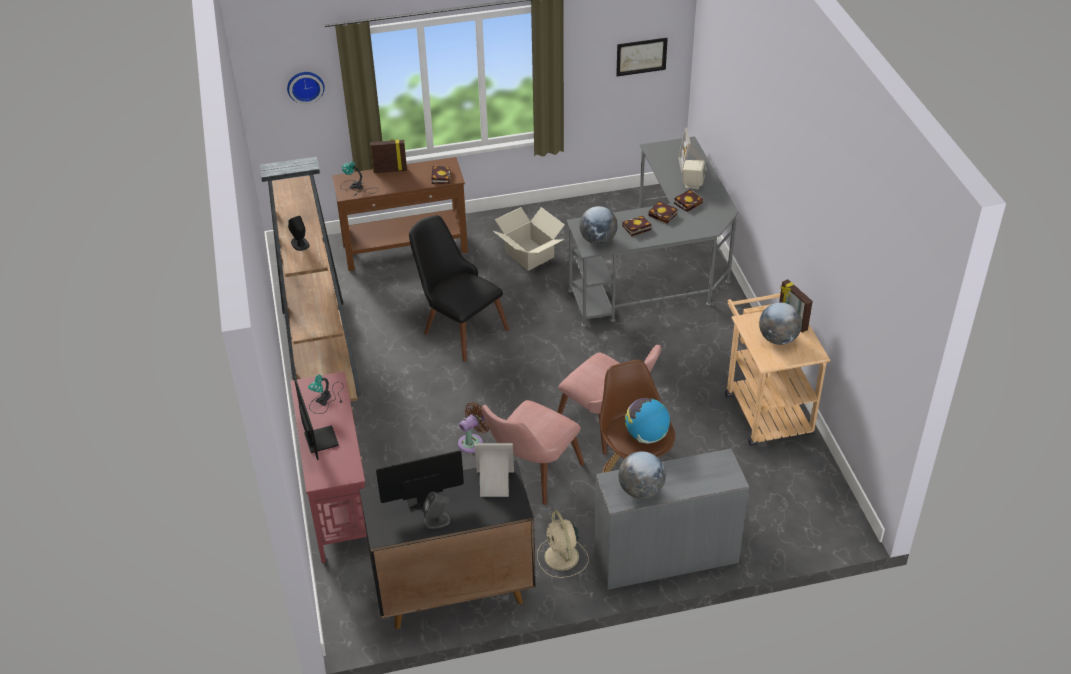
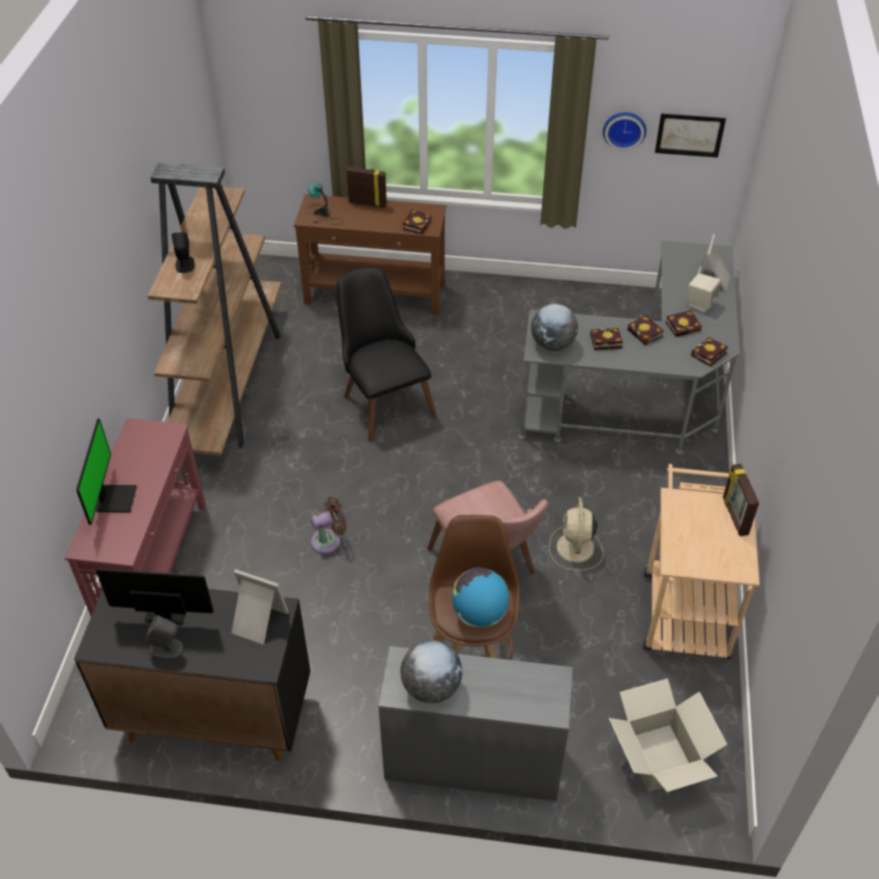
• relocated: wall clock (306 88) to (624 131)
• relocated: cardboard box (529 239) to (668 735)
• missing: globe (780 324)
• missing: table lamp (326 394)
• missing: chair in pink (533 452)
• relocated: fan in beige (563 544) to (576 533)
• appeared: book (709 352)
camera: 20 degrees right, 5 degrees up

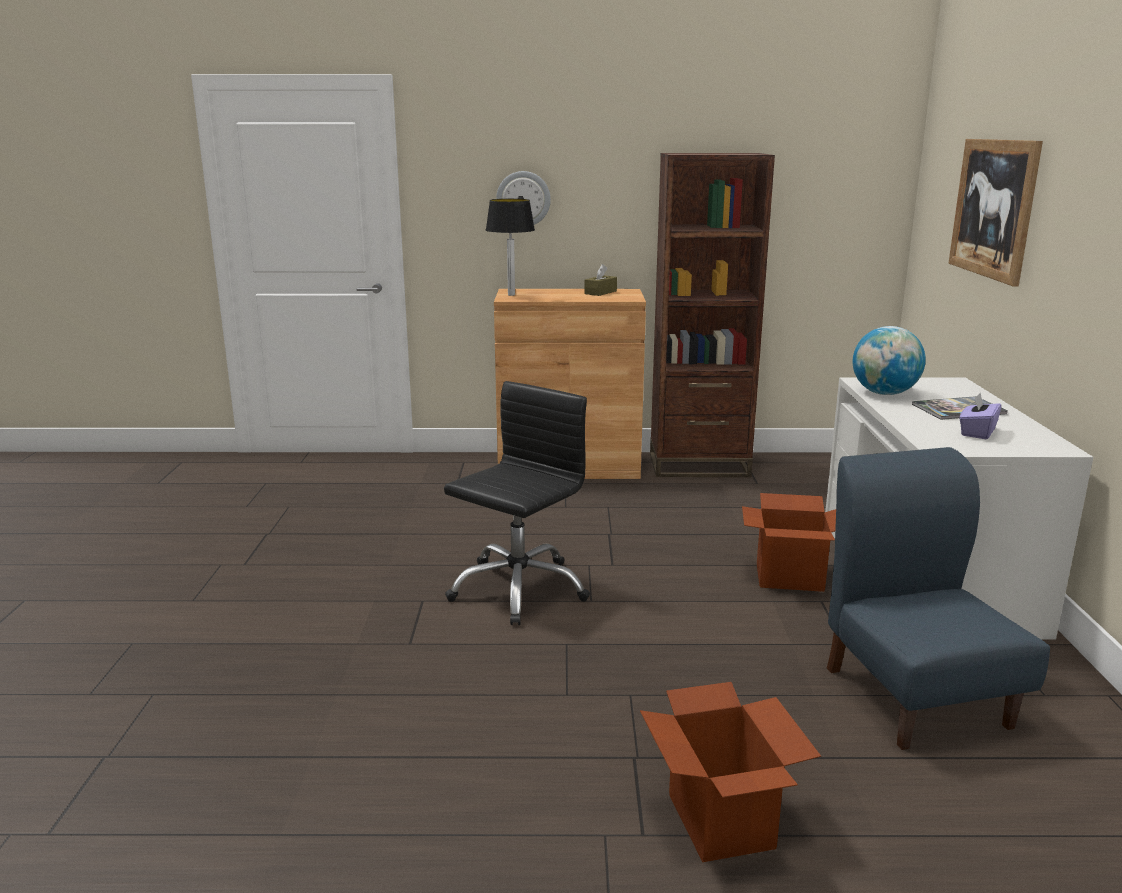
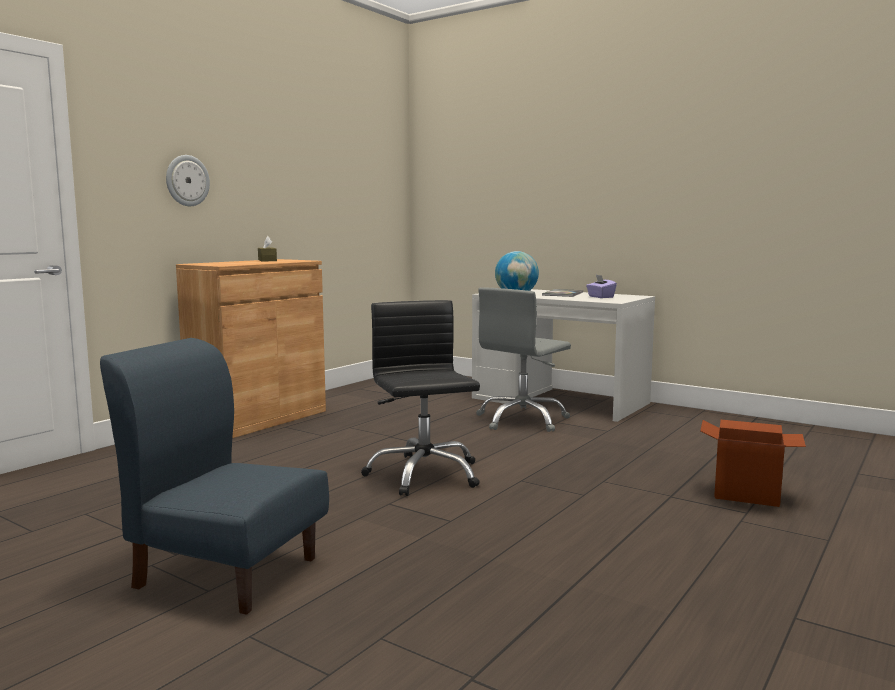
• missing: picture (995 213)
• missing: bookcase in brown (712 315)
• missing: table lamp (510 247)
• relocated: chair in blue (938 598) to (214 476)
• exchanged: cardboard box (789 542) to office chair in grey (523 359)
camera: 55 degrees left, 10 degrees down

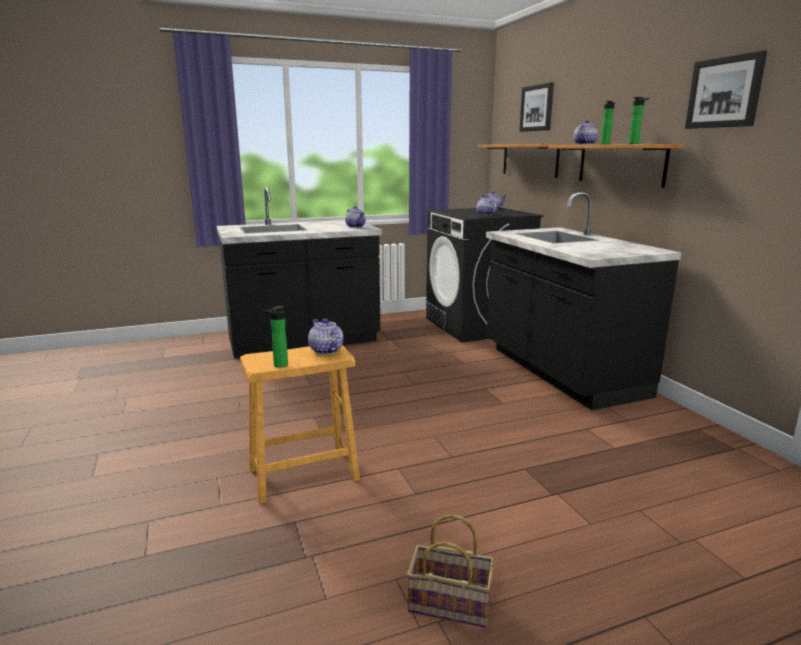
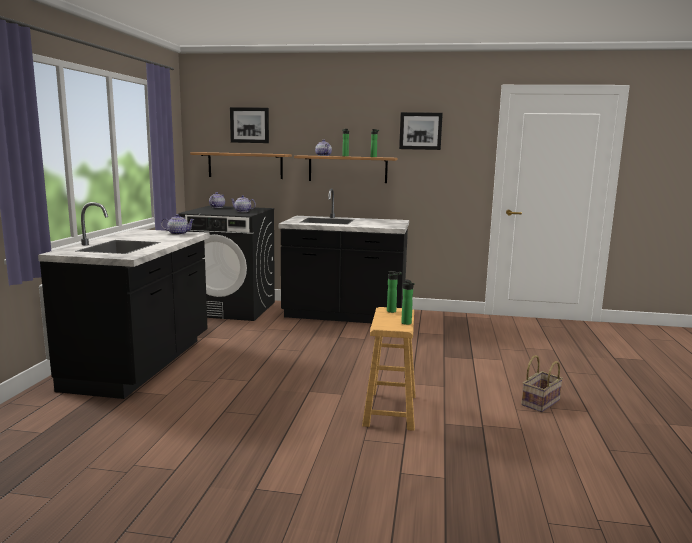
• exchanged: teapot (325 336) to bottle (394 292)
camera: 60 degrees left, 5 degrees down

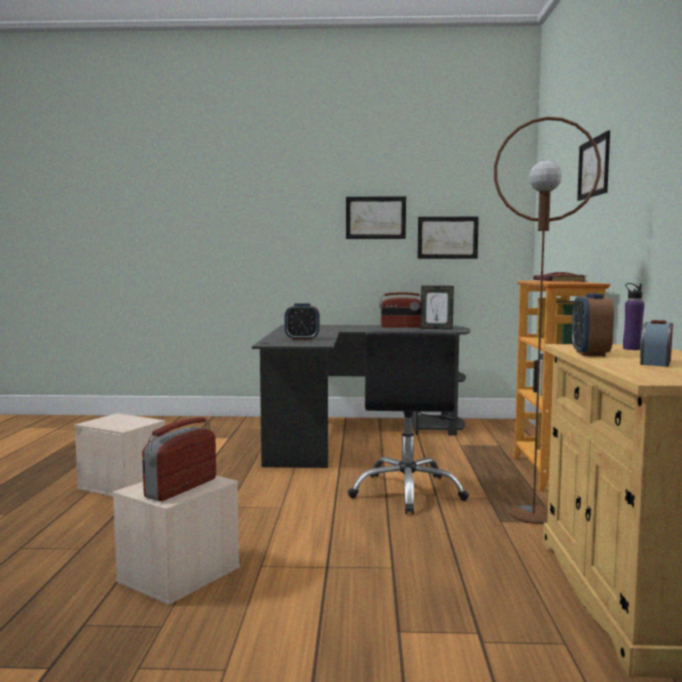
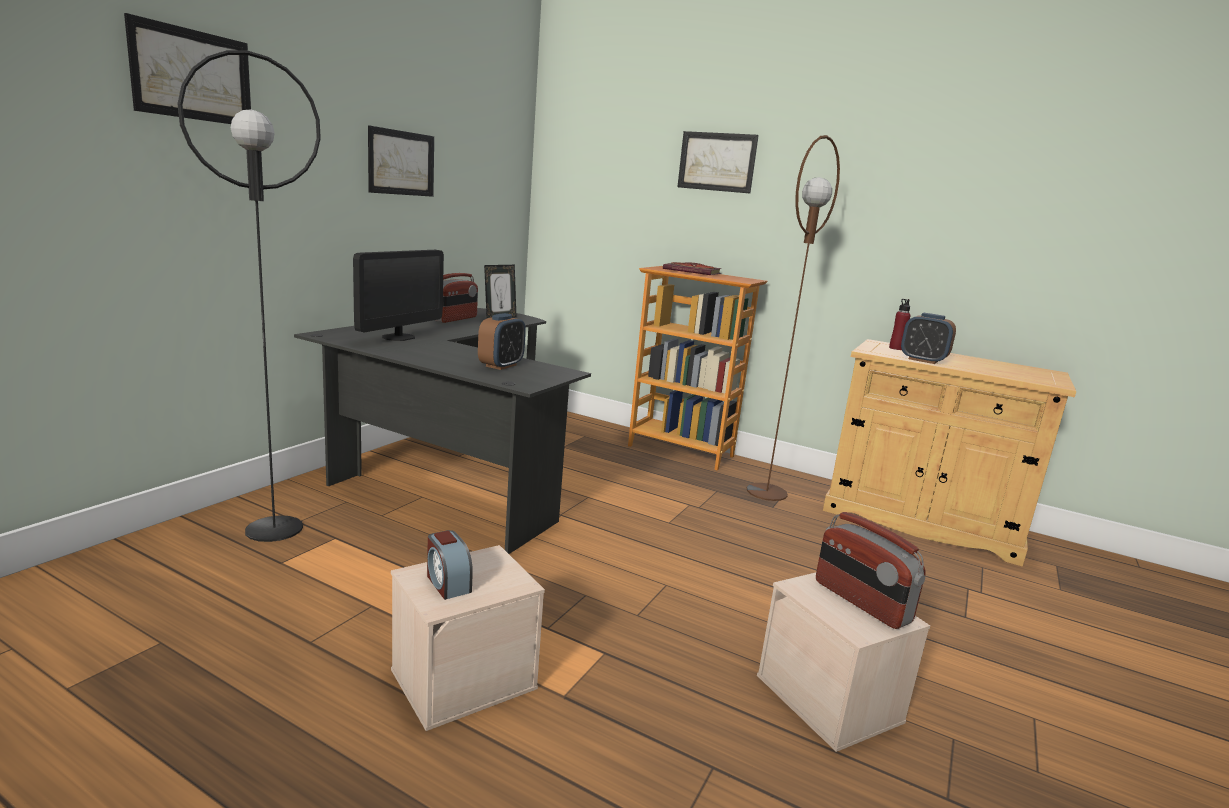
• relocated: picture (448 238) to (187 68)
• colour: bottle in purple (633 316) to bottle in red (900 324)
• relocated: alarm clock (656 343) to (450 565)
• missing: office chair in black (408 422)
• appeared: floor lamp in black (249 296)
• appeared: monitor (398 295)
camera: 65 degrees left, 10 degrees up

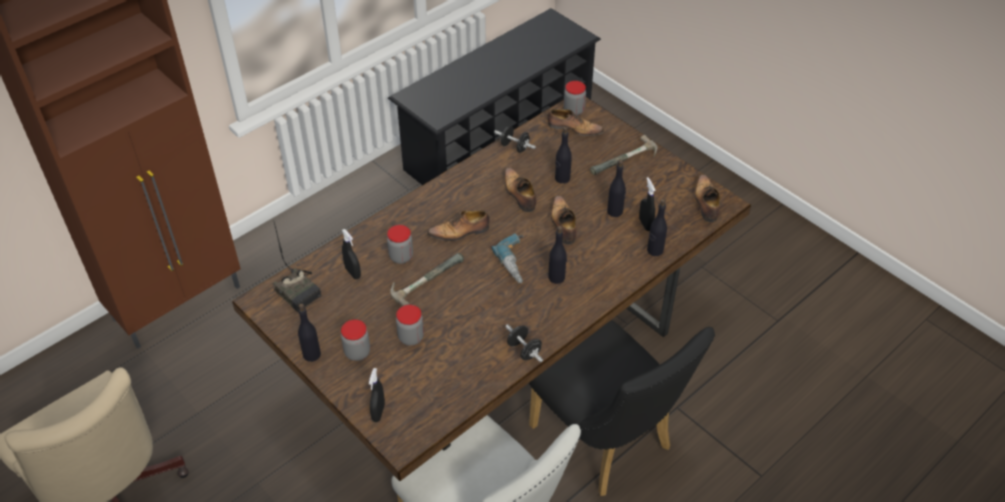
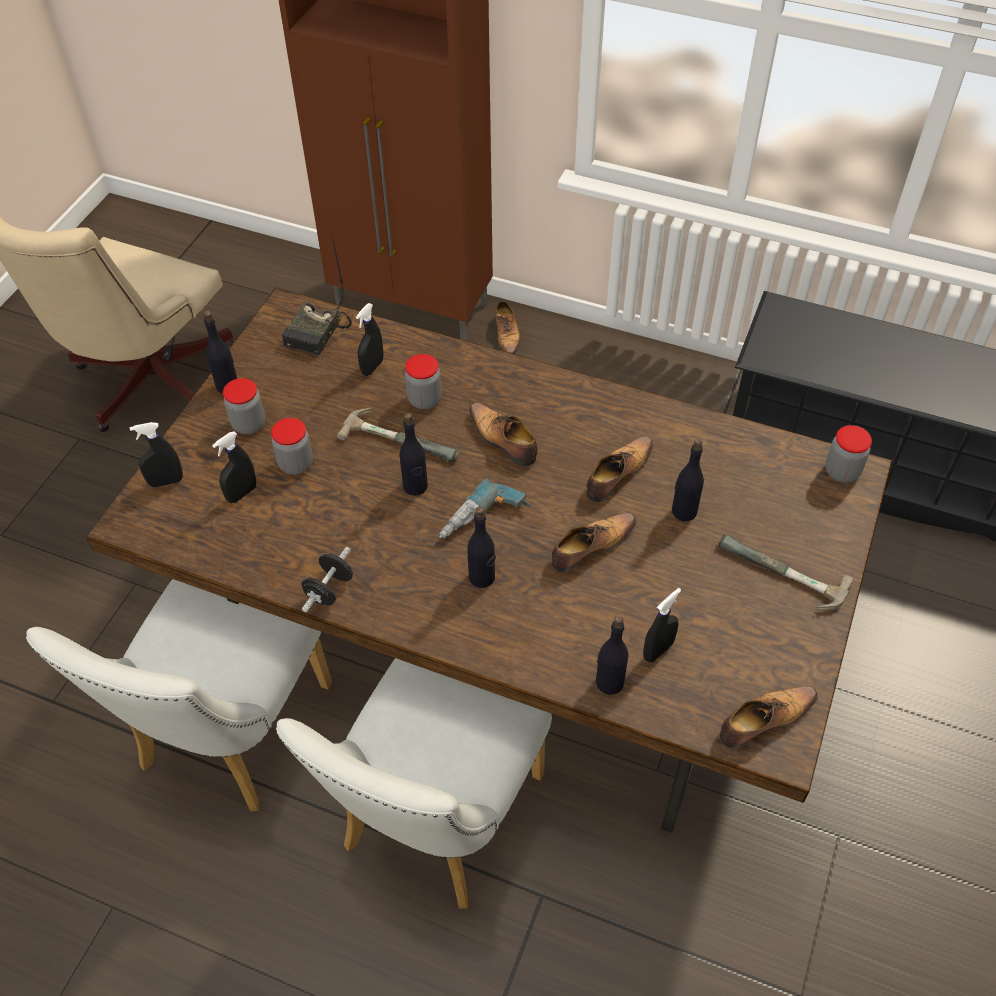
• relocated: shoe (576 122) to (508 327)
• missing: dumbbell in black (515 139)
• relocated: bottle in black (616 188) to (413 454)
• colour: chair in black (622 408) to chair in white (414 783)
• appeared: spray bottle in black (234 467)
camera: 65 degrees right, 5 degrees up

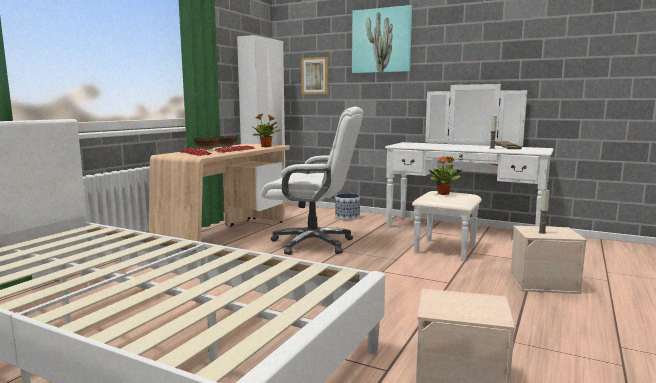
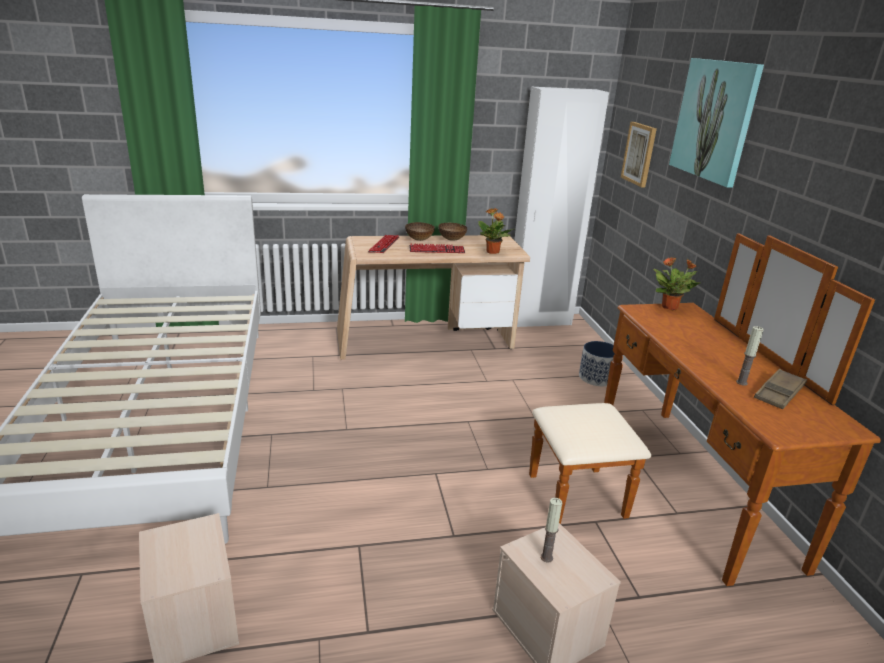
• colour: dresser in white (469 172) to dresser in brown (705 409)
• missing: office chair in white (312 181)
• relocated: potted plant (446 175) to (676 283)
camera: 50 degrees right, 15 degrees up

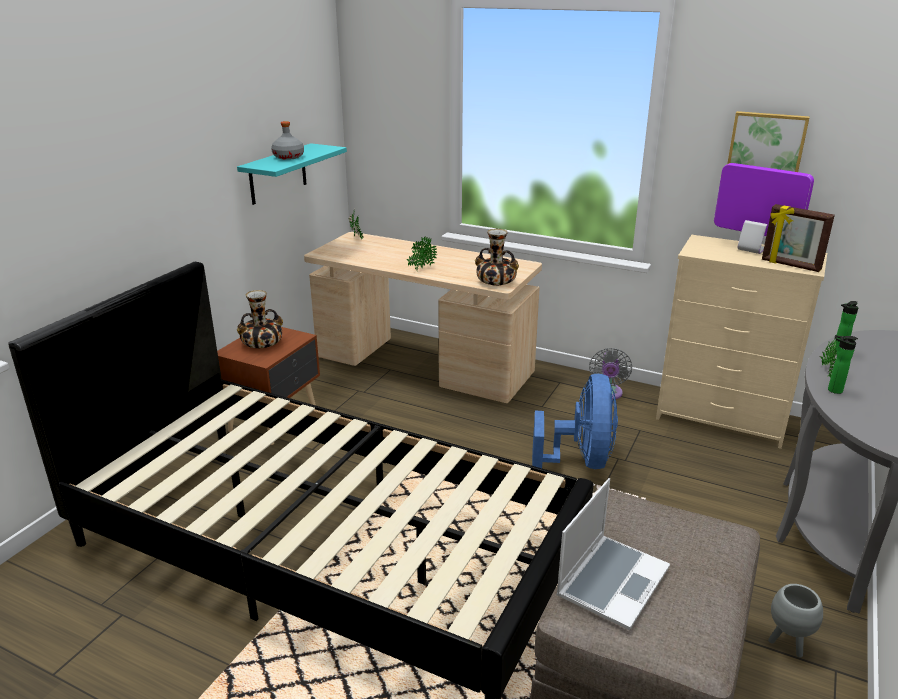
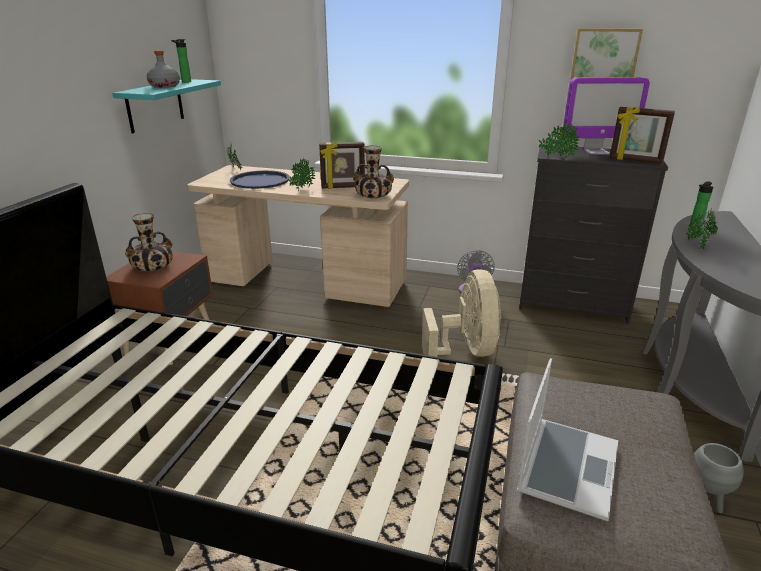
• spun: monitor (764 208) = (606 116) 150 degrees clockwise
• colour: dresser in beige (741 342) to dresser in black (593 235)
• relocated: bottle (843 364) to (181 61)
• colour: fan in blue (575 421) to fan in beige (461 313)
• appeared: potted plant (558 140)
• appeared: picture frame (342 165)
• appeared: tray in blue (260 179)
camera: 10 degrees left, 0 degrees up

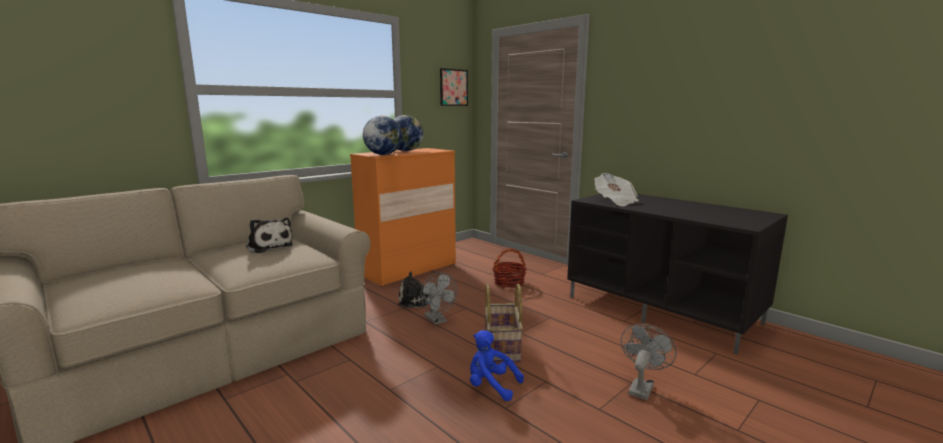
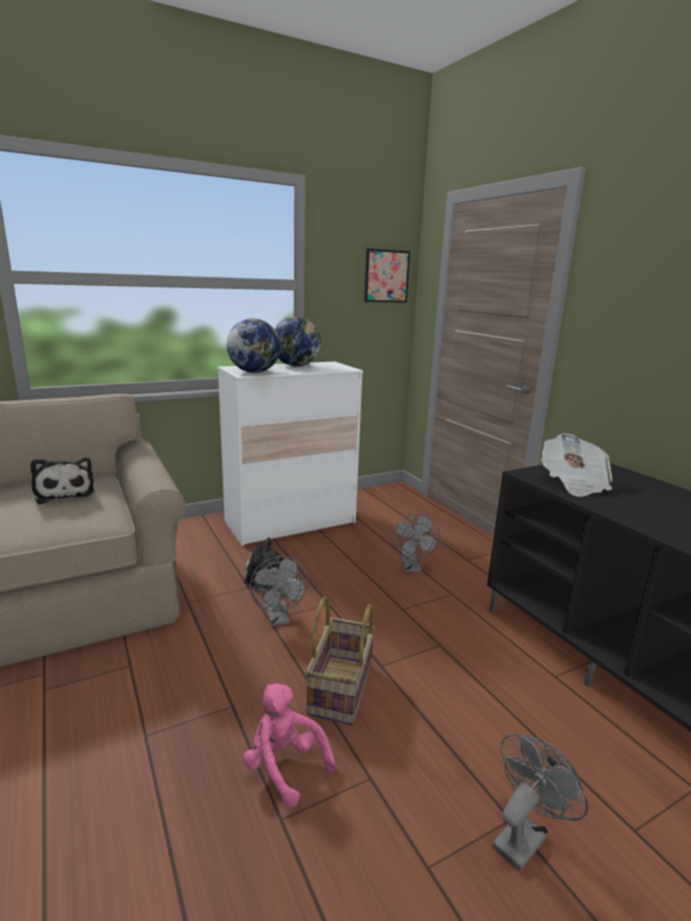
• colour: dresser in orange (403 217) to dresser in white (290 453)
• exchanged: basket (510 268) to fan in grey (416 542)
• colour: plush toy in blue (497 365) to plush toy in pink (289 745)
camera: 15 degrees right, 5 degrees up

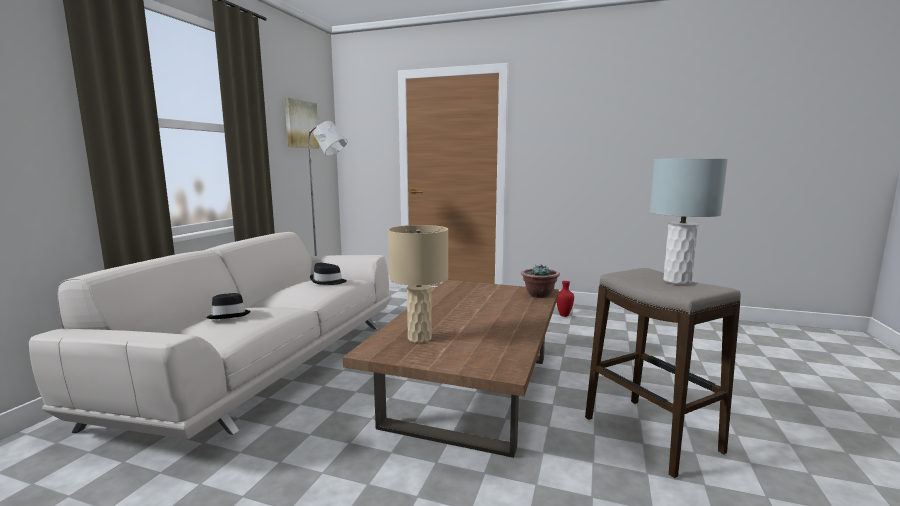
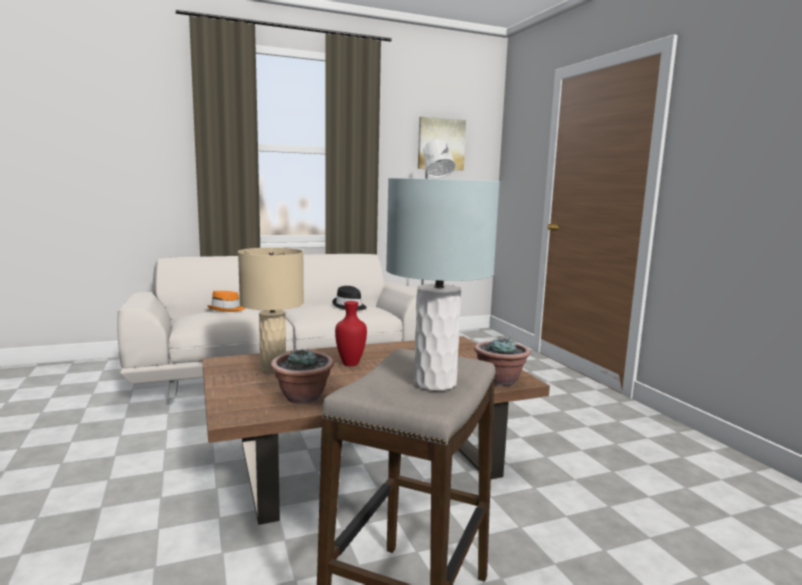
• relocated: vase in red (565 299) to (351 333)
• colour: hat in black (228 306) to hat in orange (226 301)
• appeared: potted plant (302 376)
camera: 50 degrees right, 0 degrees up

